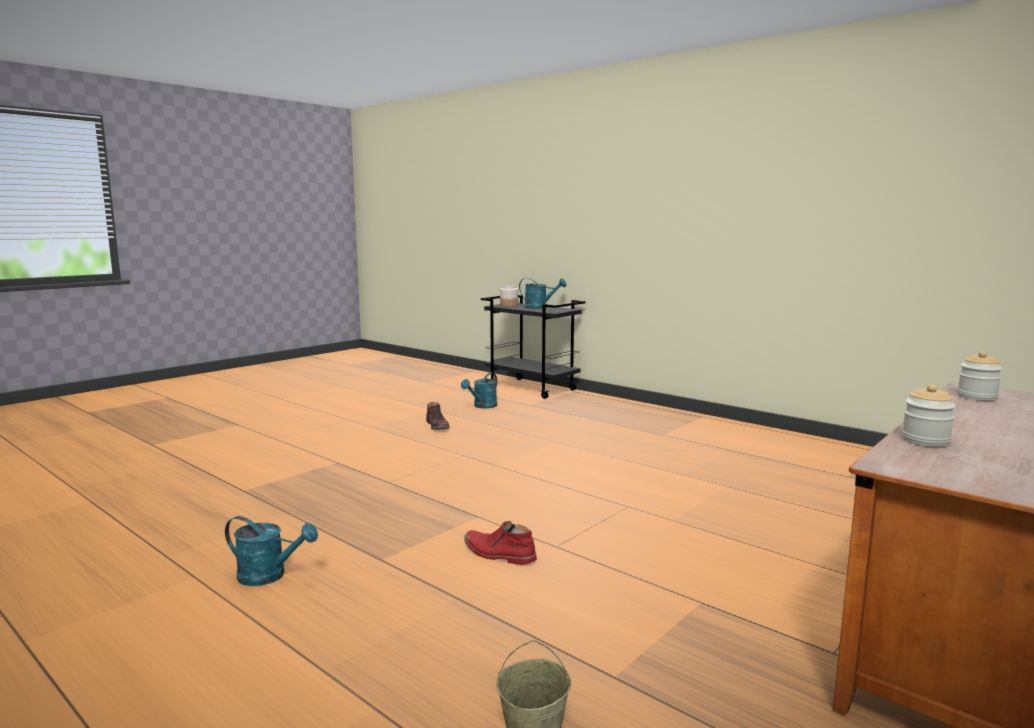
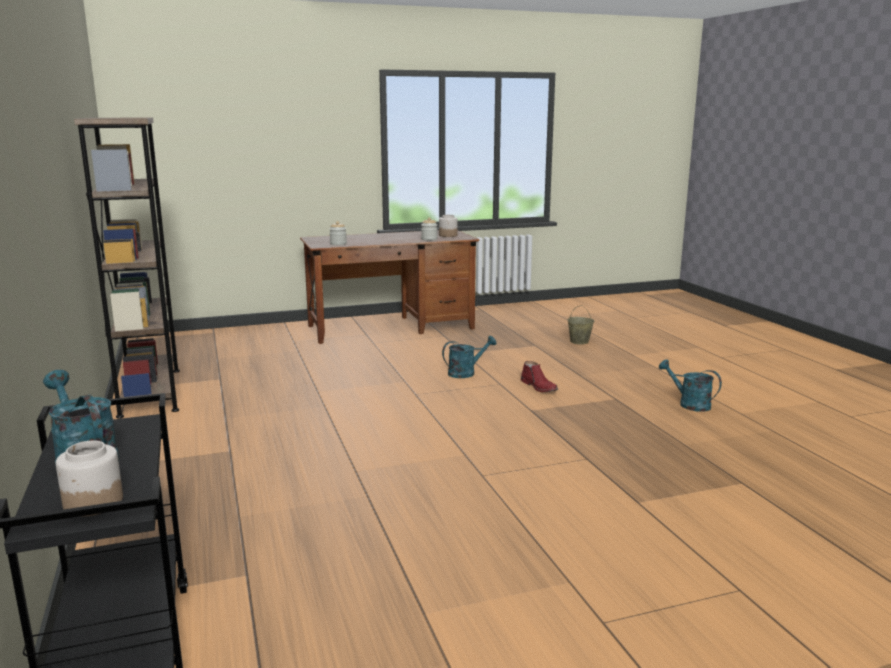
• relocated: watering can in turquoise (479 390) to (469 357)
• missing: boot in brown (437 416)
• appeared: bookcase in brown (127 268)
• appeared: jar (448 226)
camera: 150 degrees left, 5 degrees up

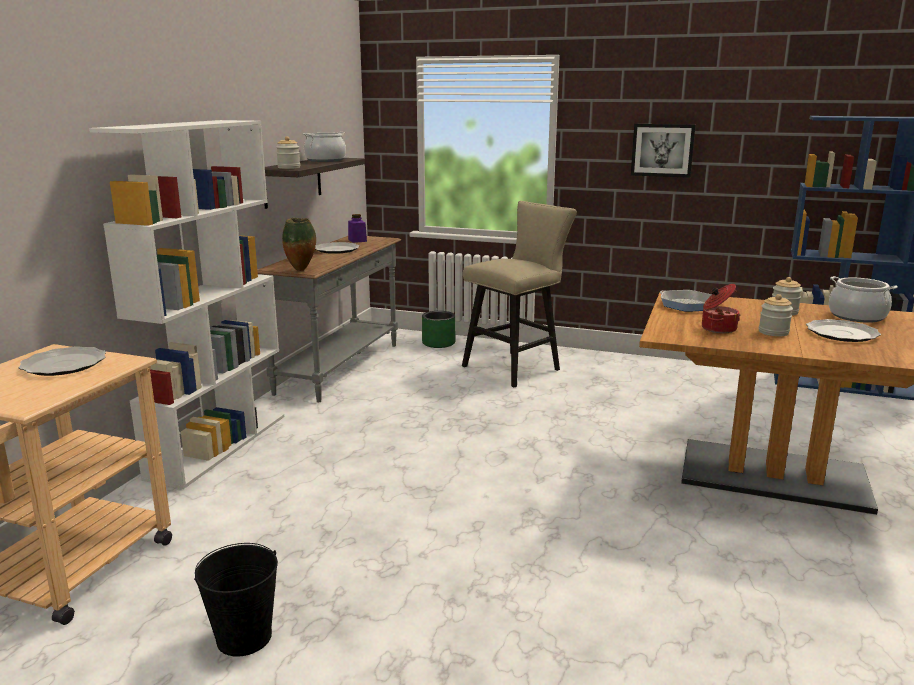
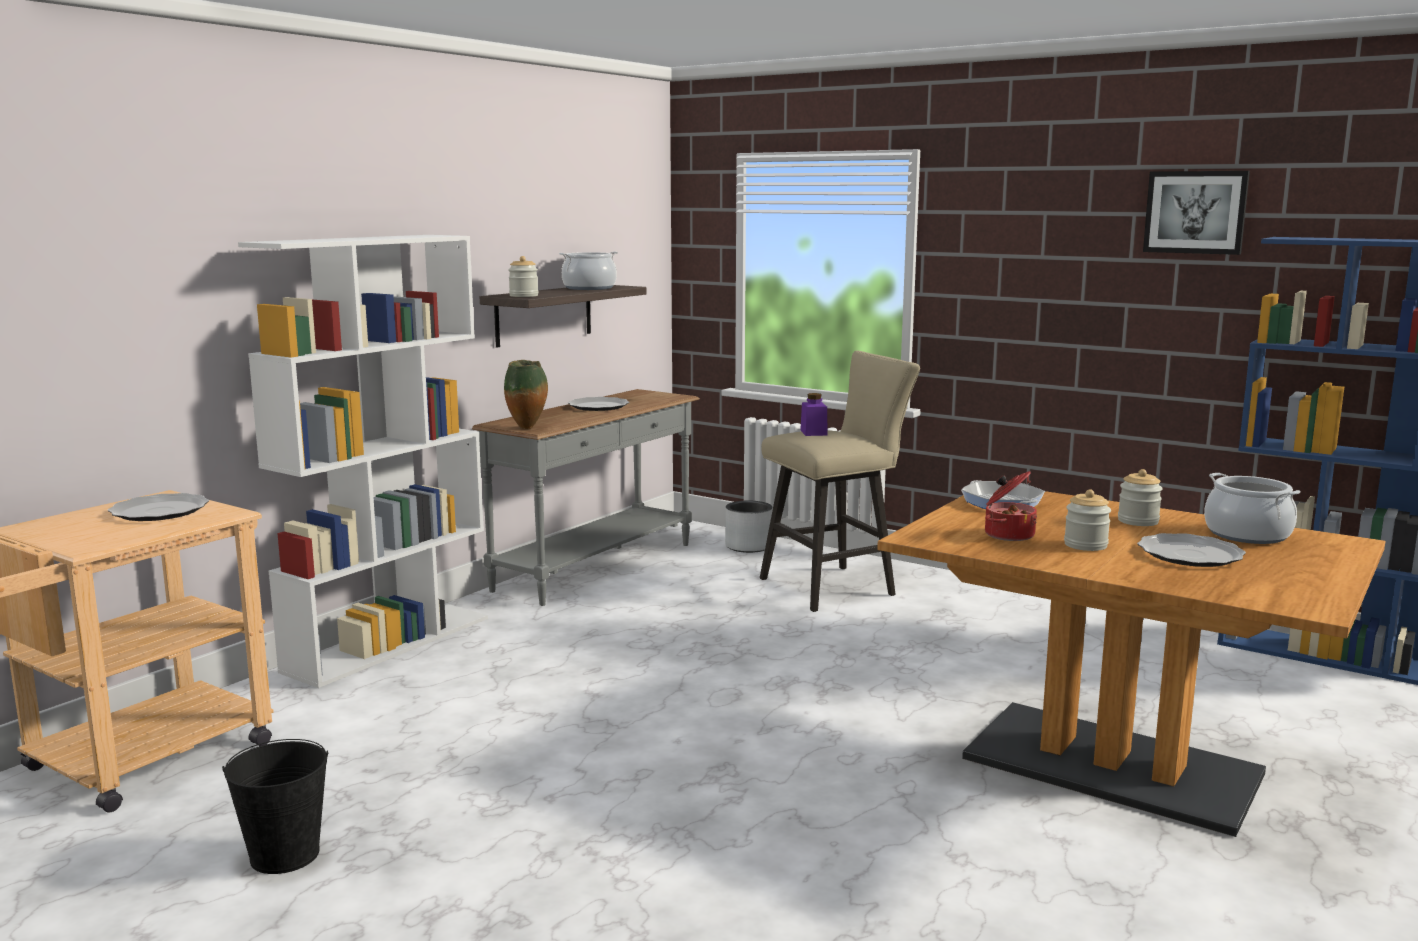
• relocated: picture (663 151) to (1196 213)
• relocated: jar in purple (357 228) to (814 414)
• colour: planter in green (439 329) to planter in grey (749 527)
camera: 15 degrees right, 5 degrees down

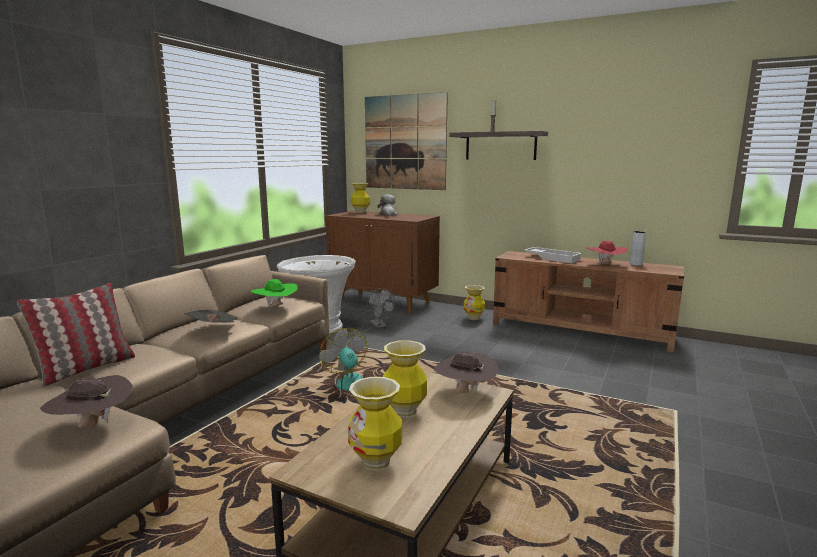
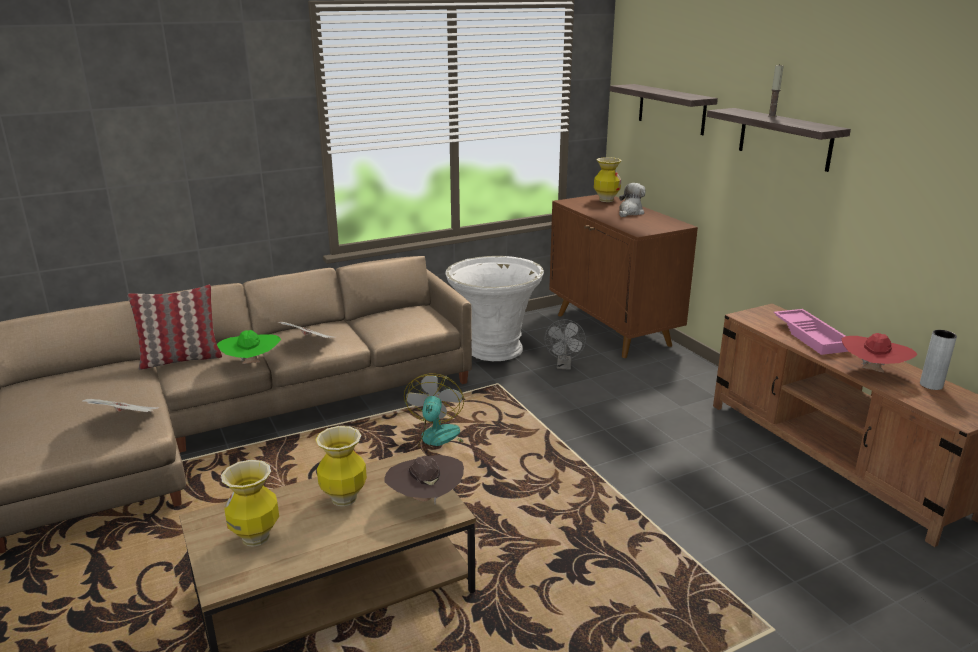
• exchanged: picture (406 141) to shelf (664 109)
• colour: tray in white (553 255) to tray in pink (811 332)
• relocated: hat in green (274 293) to (249 347)
• missing: vase (474 302)
• exchanged: hat in brown (86 401) to newspaper (121 405)
camera: 35 degrees right, 10 degrees up

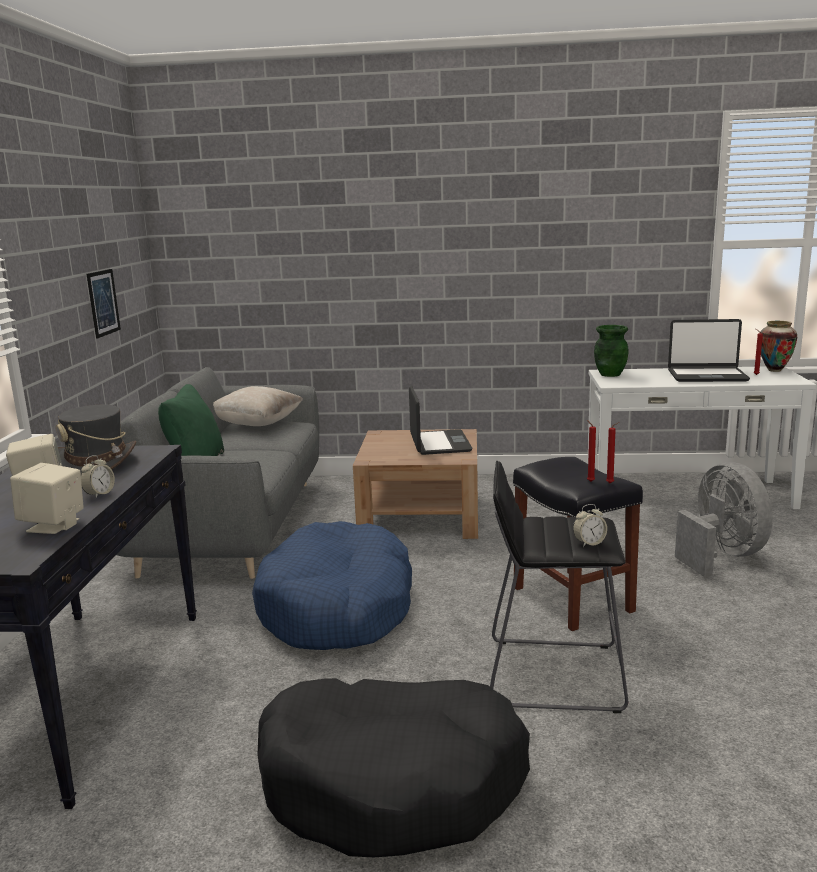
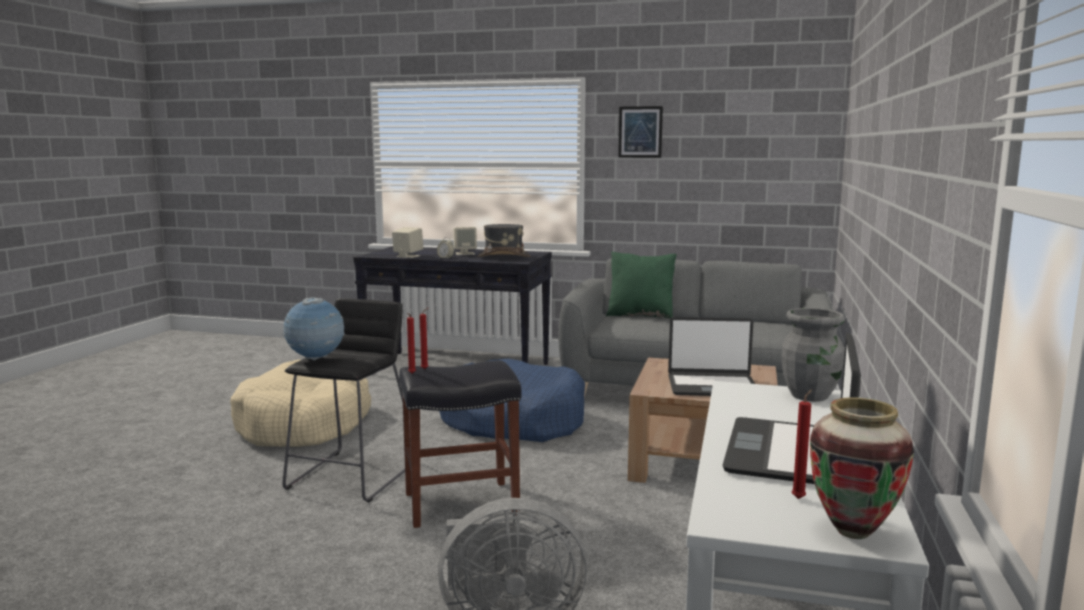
• relocated: picture (104 304) to (640 132)
• colour: vase in green (611 351) to vase in grey (813 355)
• missing: pillow in beige (258 406)
• exchanged: alarm clock (590 525) to globe (313 329)
• colour: dog bed in black (394 767) to dog bed in beige (300 403)
camera: 100 degrees right, 5 degrees down

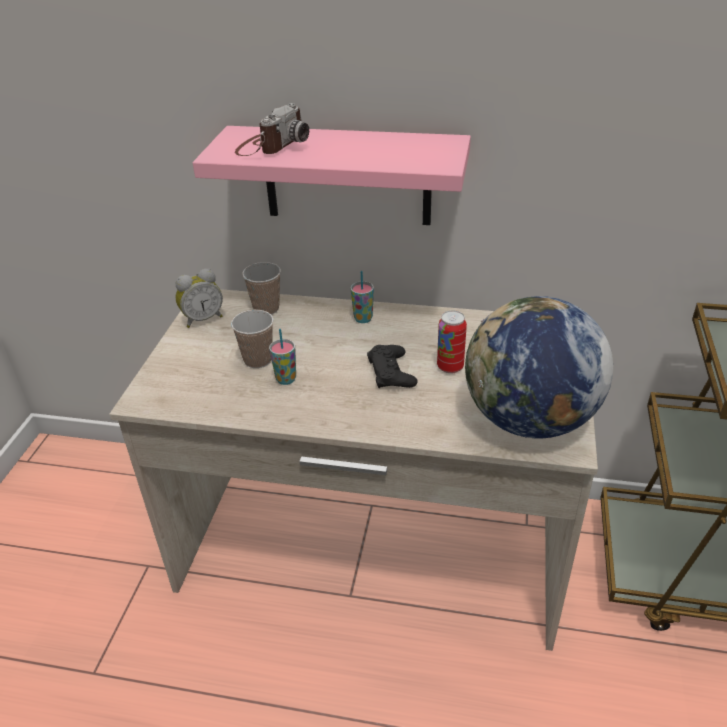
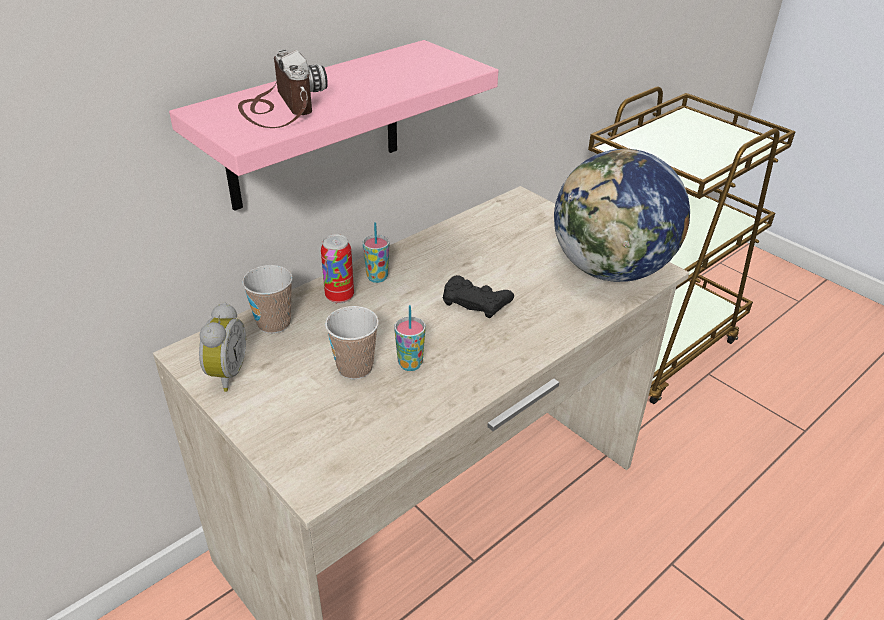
• relocated: can (452 342) to (337 269)
camera: 55 degrees left, 0 degrees up

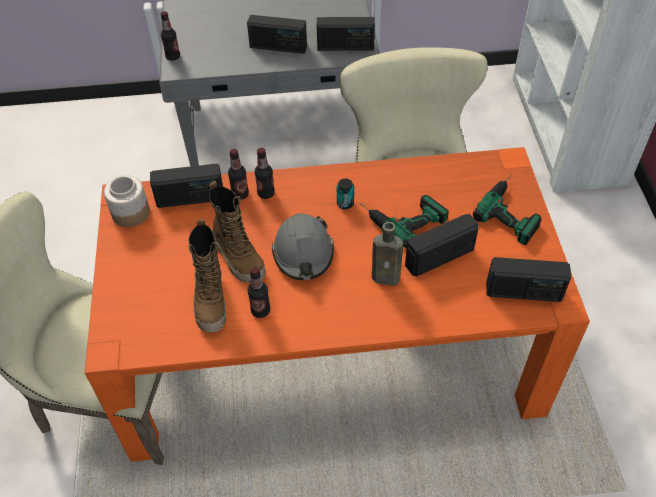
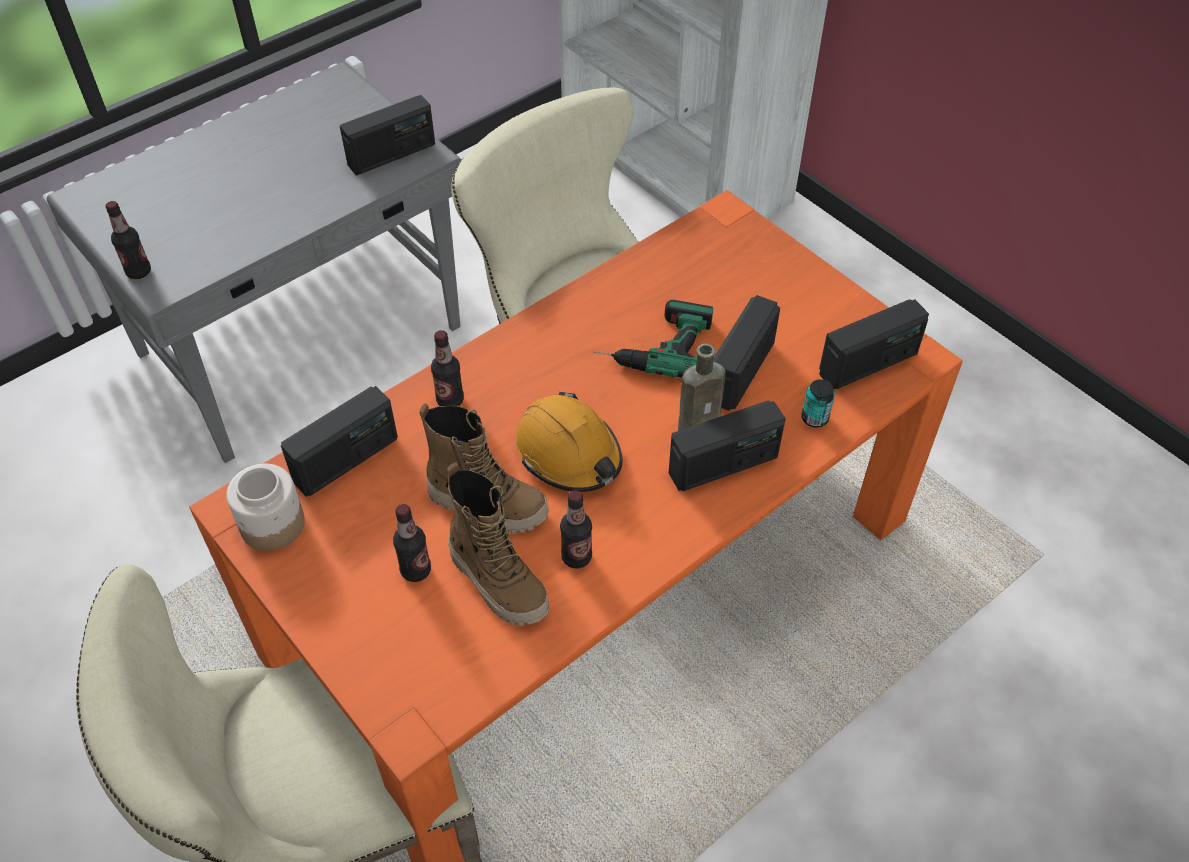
• relocated: radio (277 34) to (727 445)
• relocated: bottle (238 174) to (412 543)
• missing: power drill (507 209)
• relocated: can (345 194) to (818 403)
• colour: hard hat in grey (303 246) to hard hat in orange (569 442)
camera: 35 degrees left, 0 degrees up

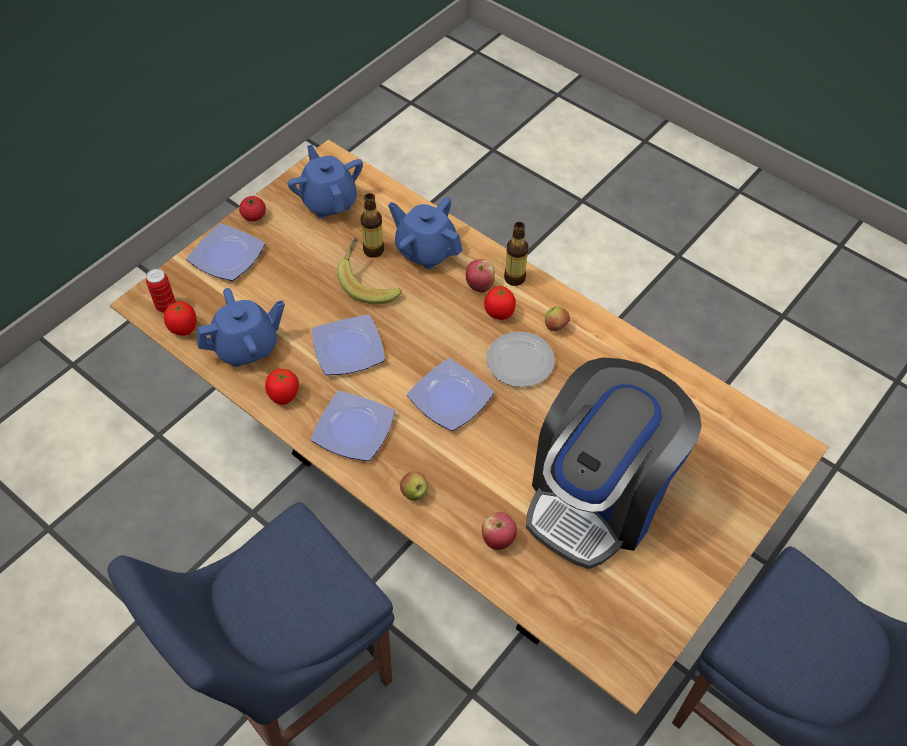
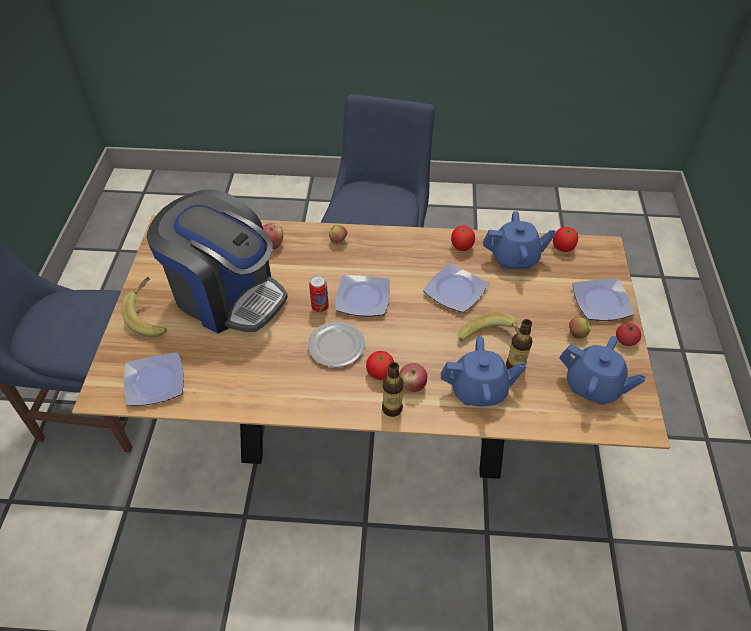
• relocated: can (161 290) to (319 294)
• spun: teapot in blue (240 327) = (519 240) 120 degrees counterclockwise
• relocated: apple (557 318) to (580 328)
• spun: coffee machine (614 463) = (217 261) 120 degrees clockwise
• relocated: plate (353 426) to (154 379)
• appeared: banana (144 307)
camera: 145 degrees right, 5 degrees down

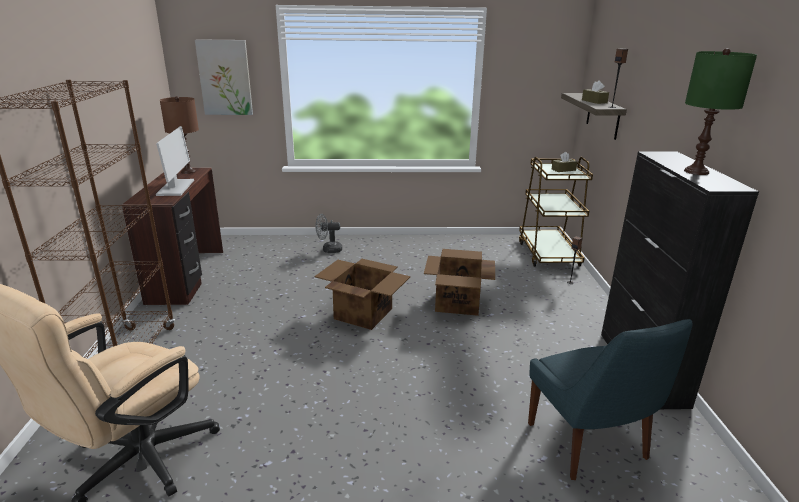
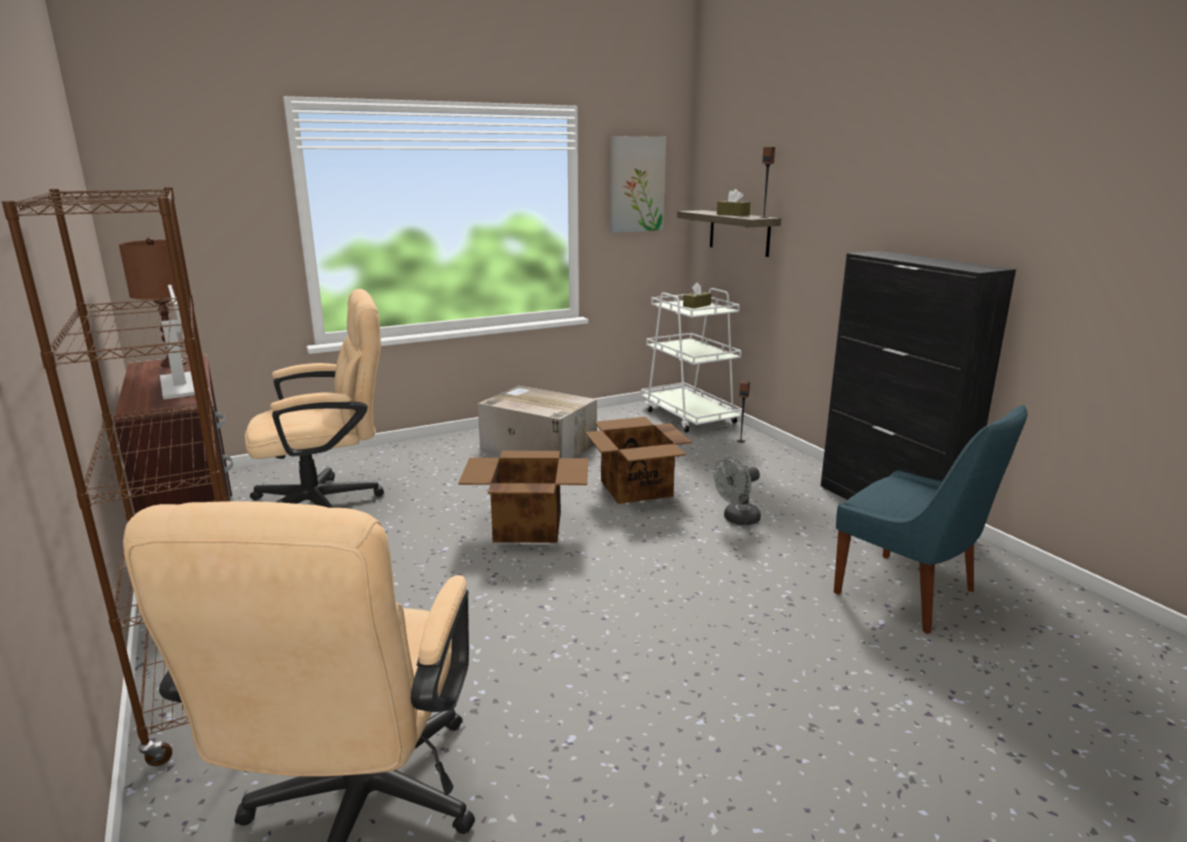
• relocated: picture (224 77) to (638 184)
• missing: table lamp in green (720 111)
• colour: cart in brown (556 212) to cart in white (691 360)
• relocated: fan in grey (328 233) to (737 491)
• appeared: office chair in beige (314 398)
• appeared: cardboard box (537 422)
camera: 25 degrees left, 5 degrees down

